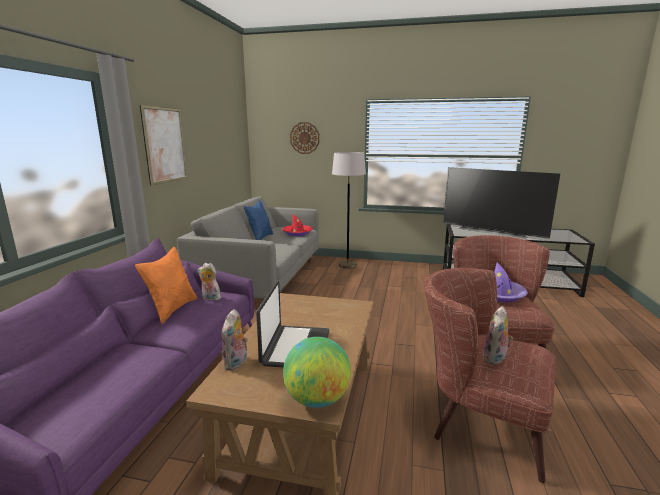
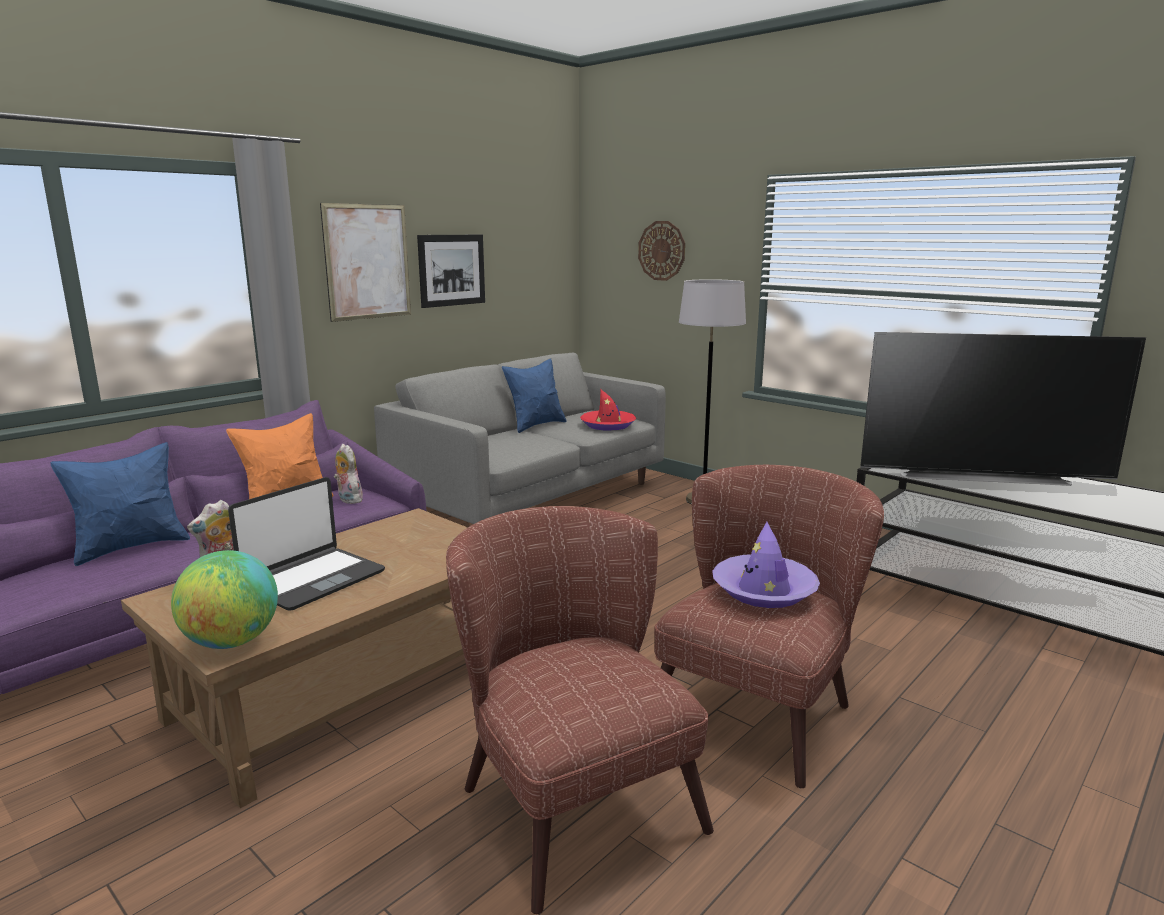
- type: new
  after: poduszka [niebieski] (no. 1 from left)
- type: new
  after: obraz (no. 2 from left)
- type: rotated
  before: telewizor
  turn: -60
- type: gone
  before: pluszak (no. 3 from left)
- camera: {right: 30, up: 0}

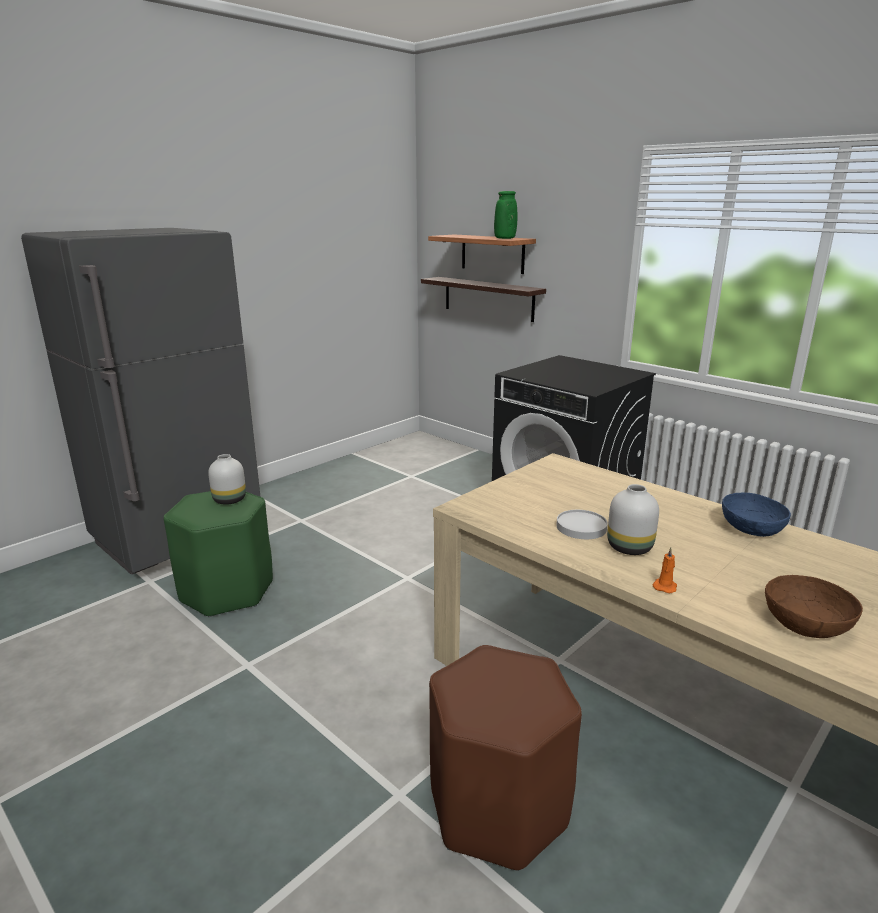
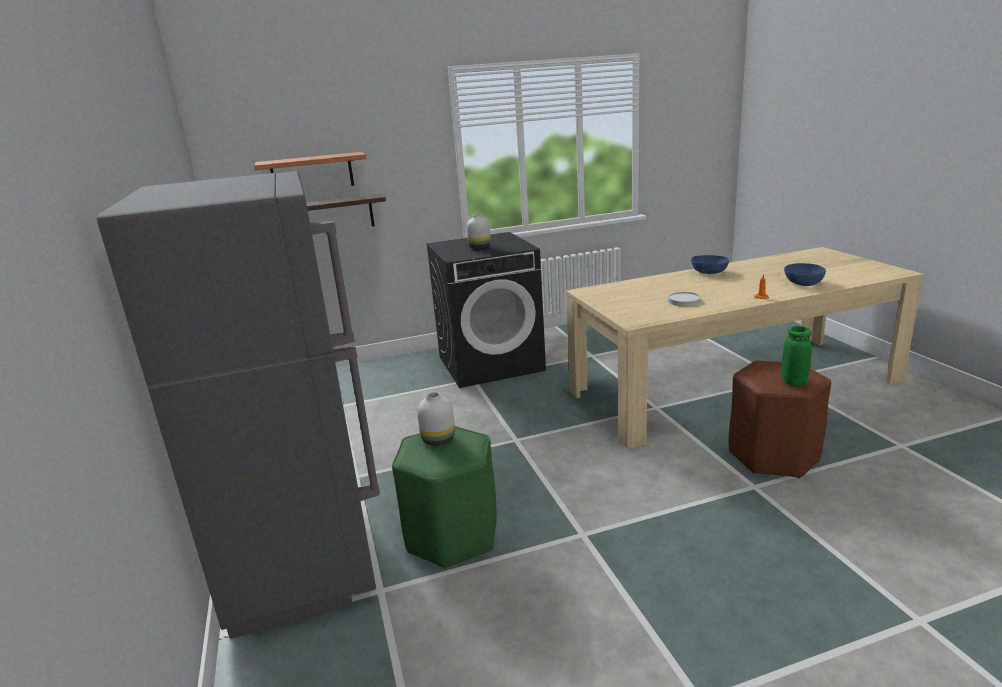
- type: shifted
  before: wazon [biały] (no. 2 from left)
- type: shifted
  before: wazon [zielony]
- type: repainted
  before: miska [brązowy]
  after: miska [niebieski] (no. 2 from left)
- camera: {right: -60, up: 0}

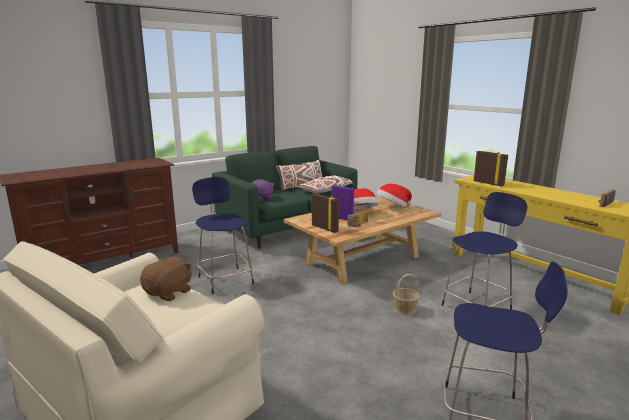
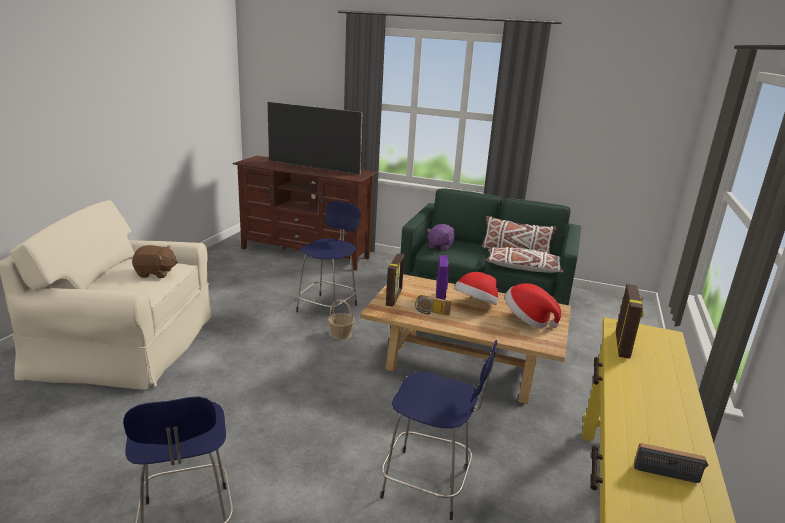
- type: new
  after: telewizor
- type: shifted
  before: koszyk
- camera: {right: 55, up: 5}

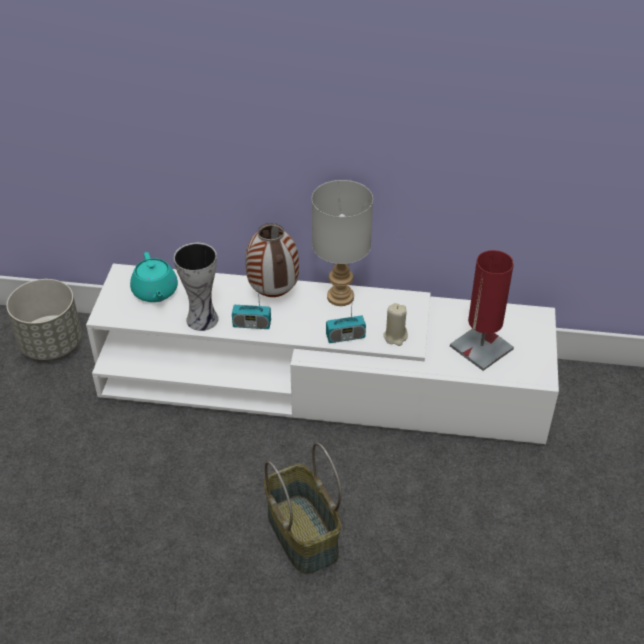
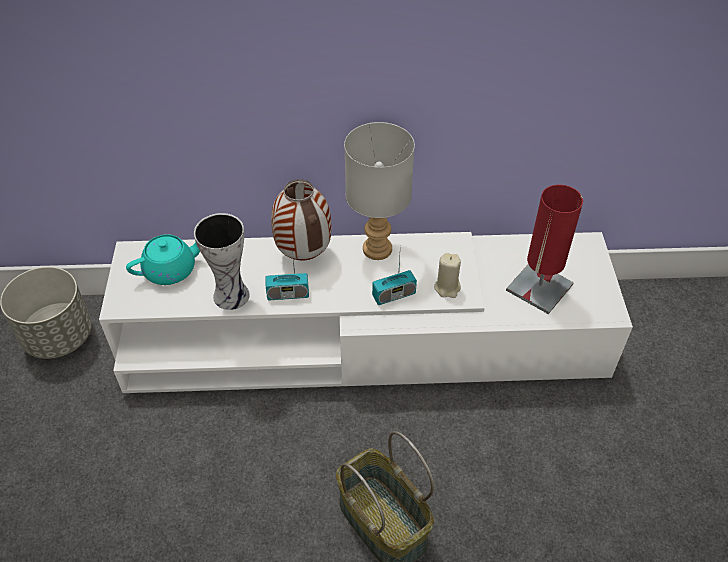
- type: rotated
  before: imbryk [turkusowy]
  turn: -90
- camera: {right: -10, up: 5}

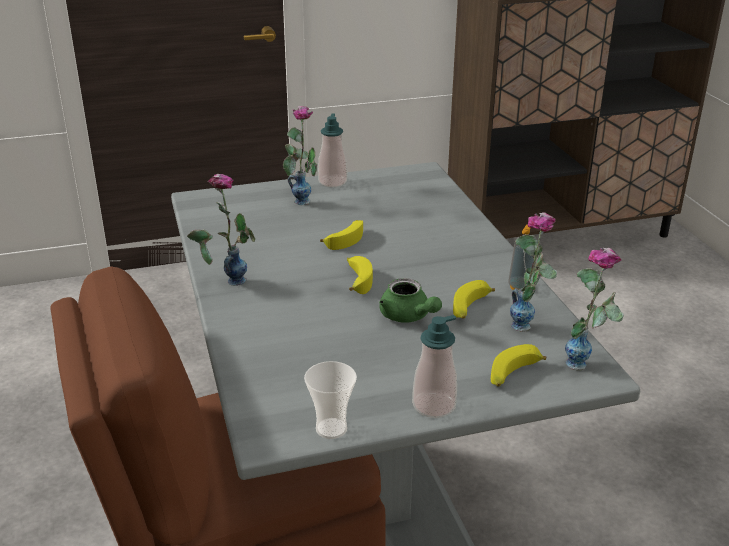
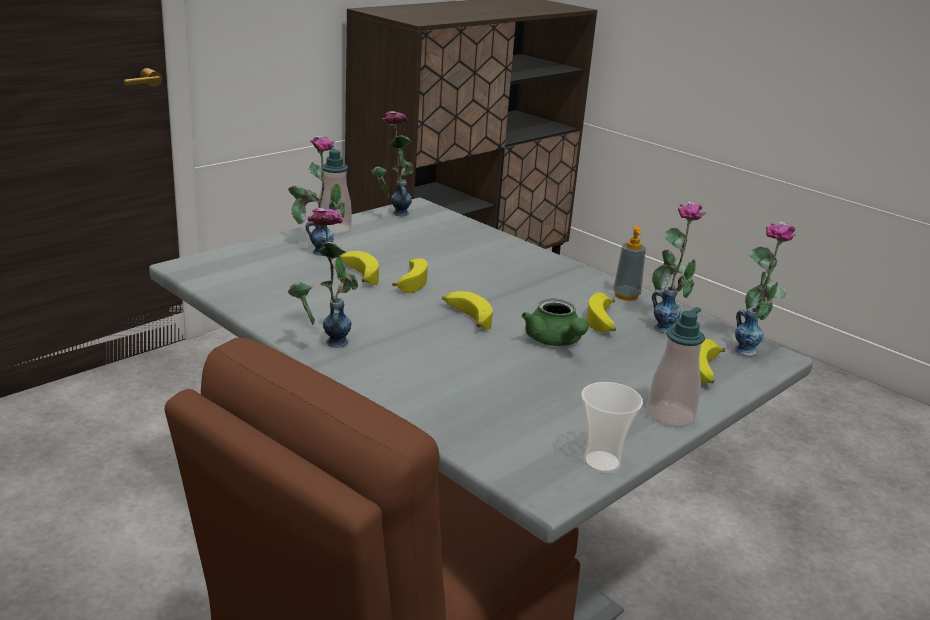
- type: new
  after: banan (no. 1 from left)
- type: new
  after: wazon (no. 3 from left)
- type: rotated
  before: imbryk [zielony]
  turn: 45
- camera: {right: -30, up: -5}

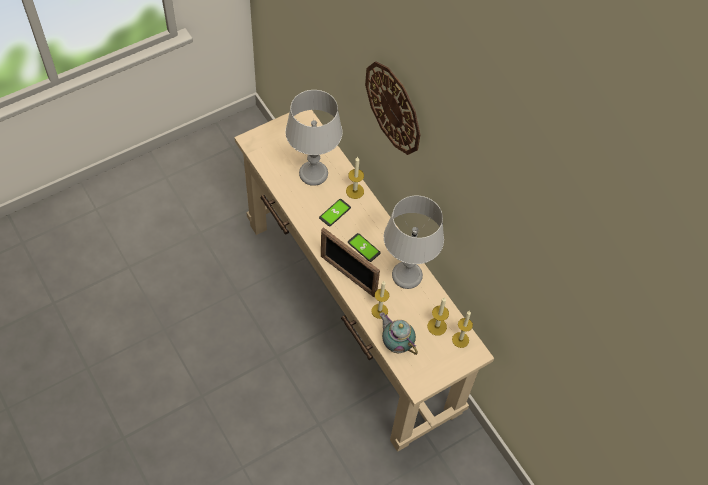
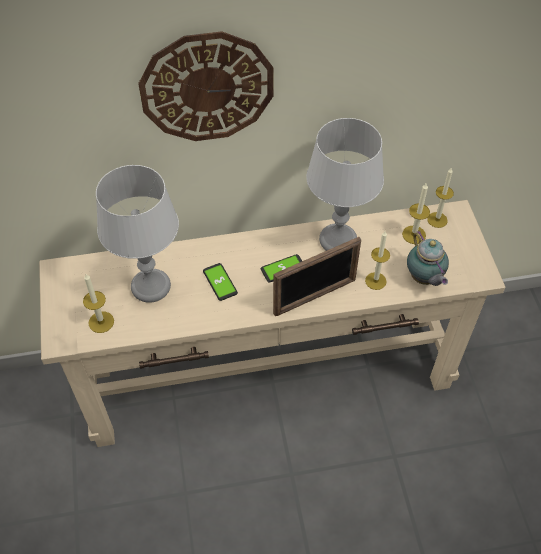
- type: shifted
  before: świeca (no. 1 from left)
- type: rotated
  before: imbryk
  turn: -90
- camera: {right: -65, up: -5}

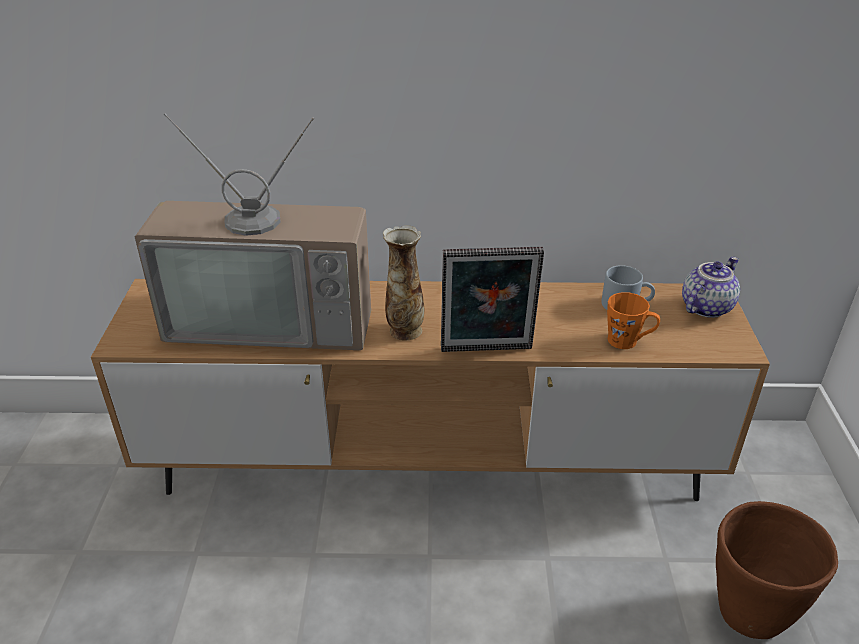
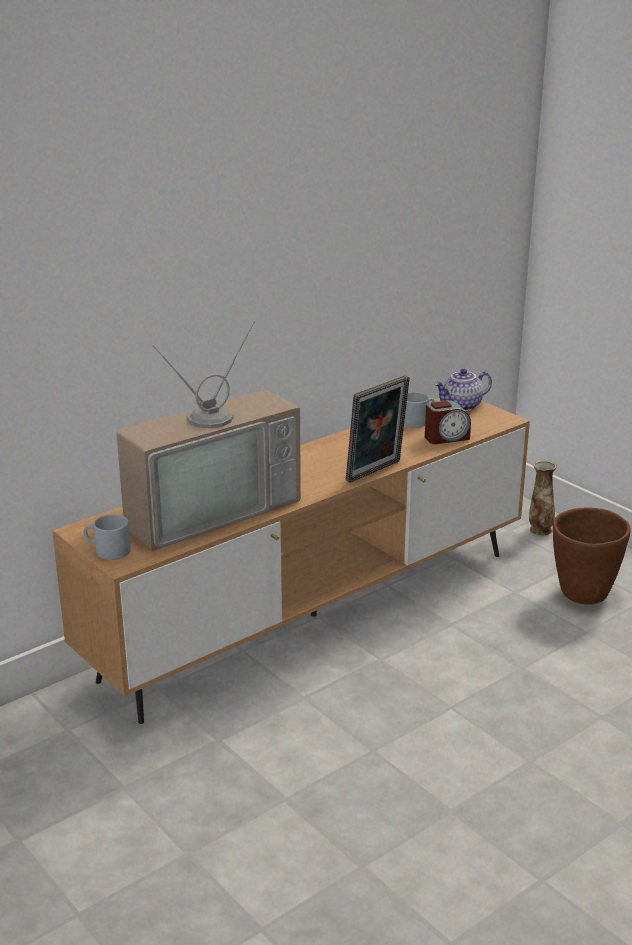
- type: new
  after: kubek [szary] (no. 1 from left)
- type: swapped
  before: kubek [pomarańczowy]
  after: budzik
- type: rotated
  before: imbryk
  turn: -120
- type: shifted
  before: wazon
- camera: {right: -40, up: -10}

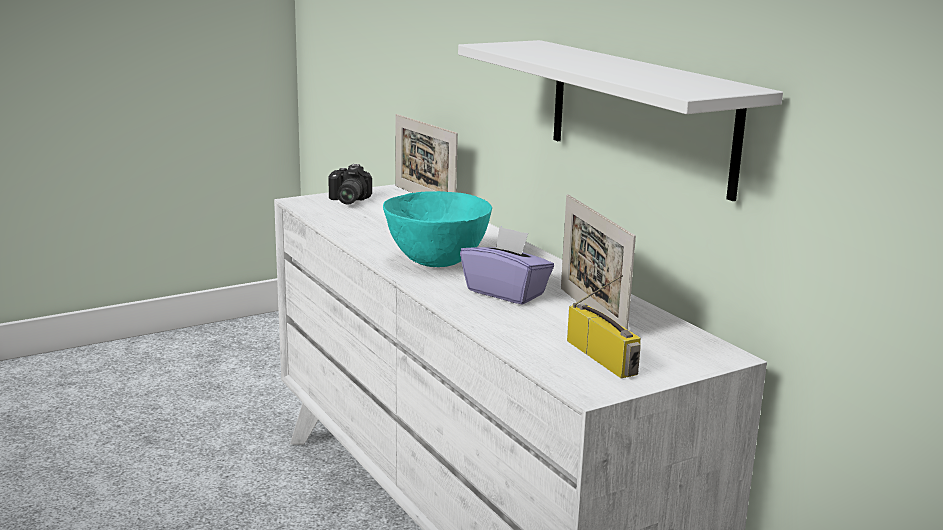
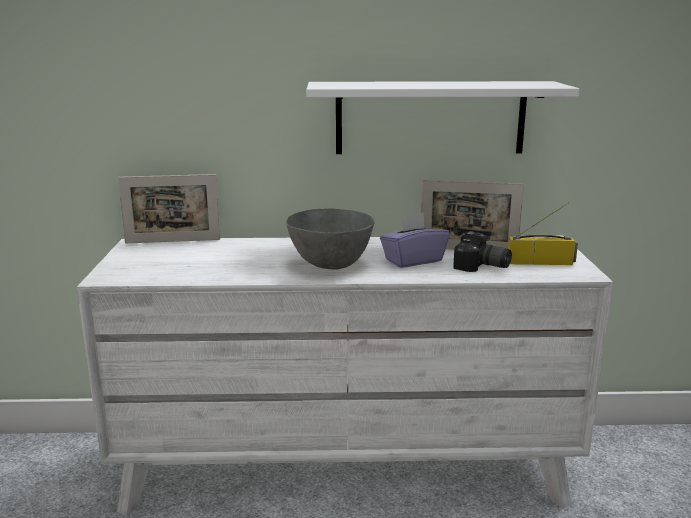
- type: repainted
  before: miska [turkusowy]
  after: miska [szary]
- type: shifted
  before: aparat fotograficzny
- camera: {right: -60, up: 0}

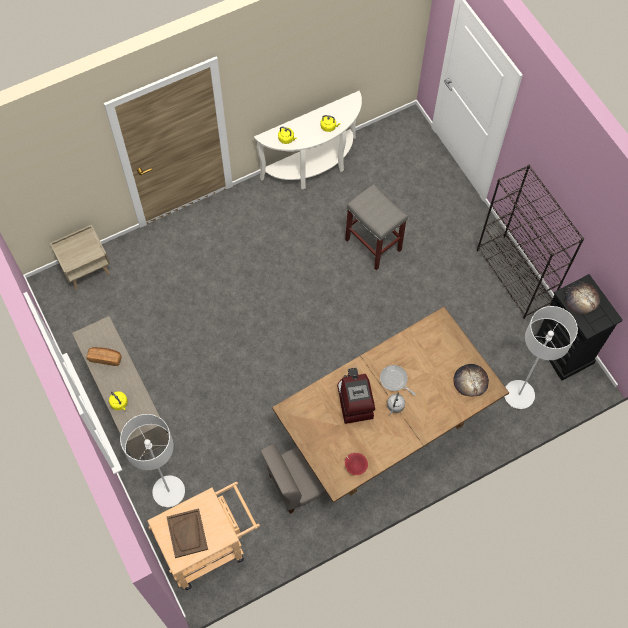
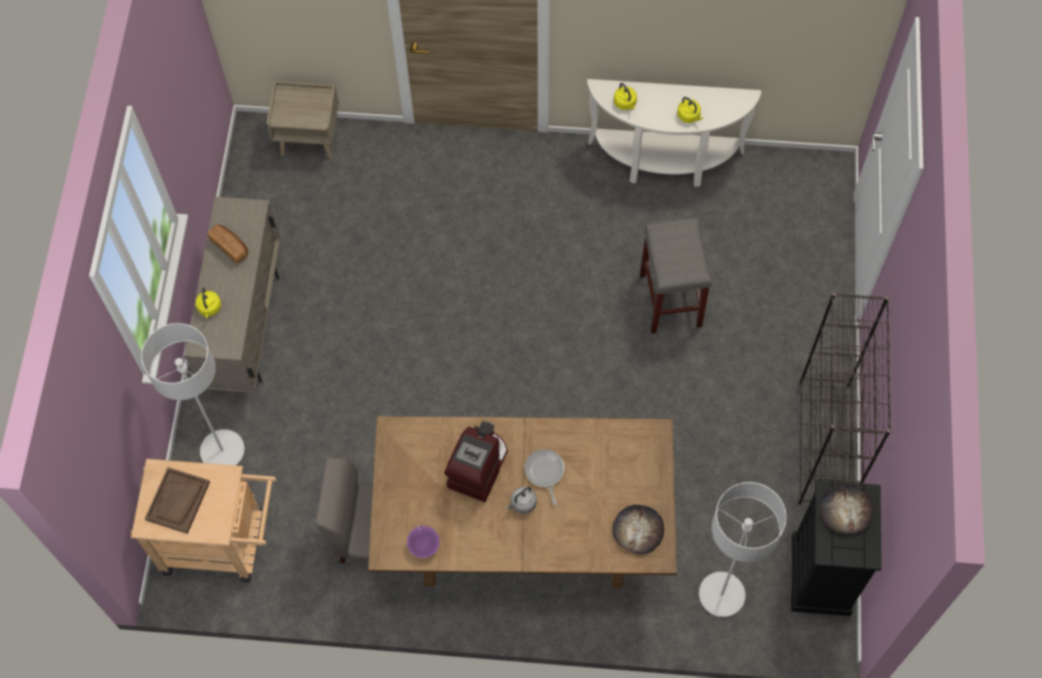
- type: repainted
  before: miska [czerwony]
  after: miska [fioletowy]
- camera: {right: 35, up: 0}

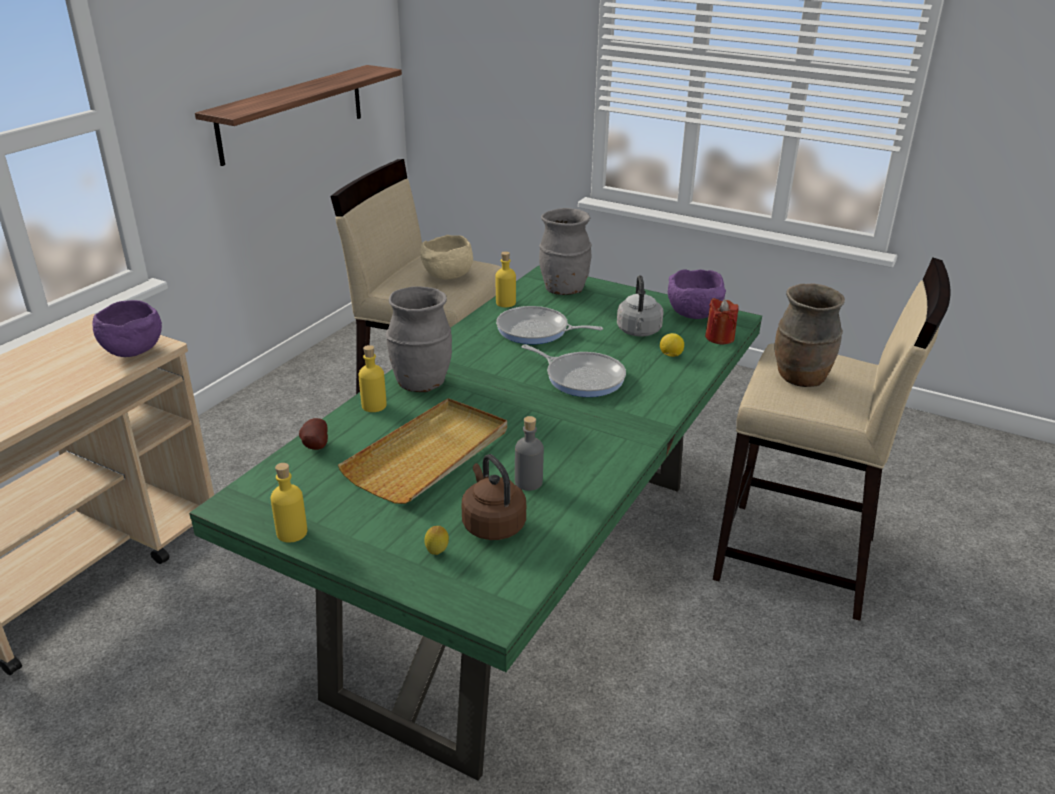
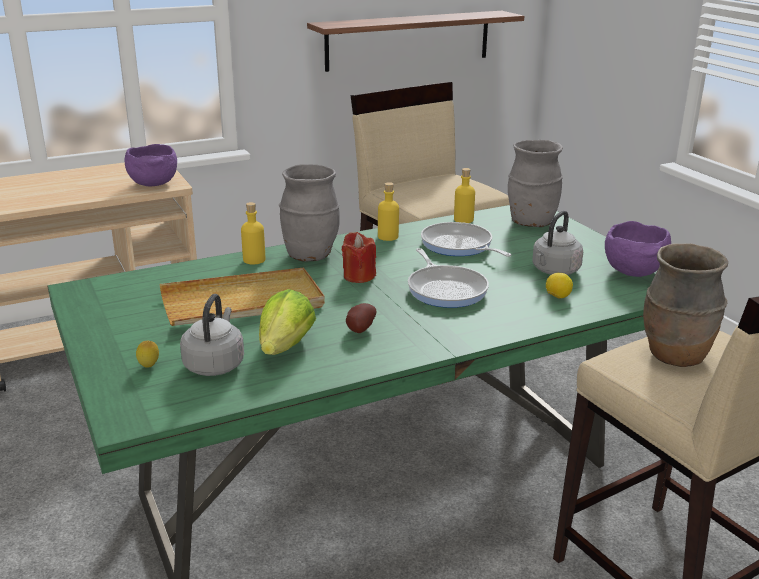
- type: repainted
  before: czajnik [brązowy]
  after: czajnik [szary] (no. 1 from left)
- type: swapped
  before: butelka [szary]
  after: sałata
- type: shifted
  before: świeca [czerwony]
- type: shifted
  before: ziemniak
- type: shifted
  before: butelka [żółty] (no. 1 from left in the first image)
  after: butelka [żółty] (no. 2 from left)
- type: gone
  before: miska [beżowy]
- camera: {right: 35, up: -5}

